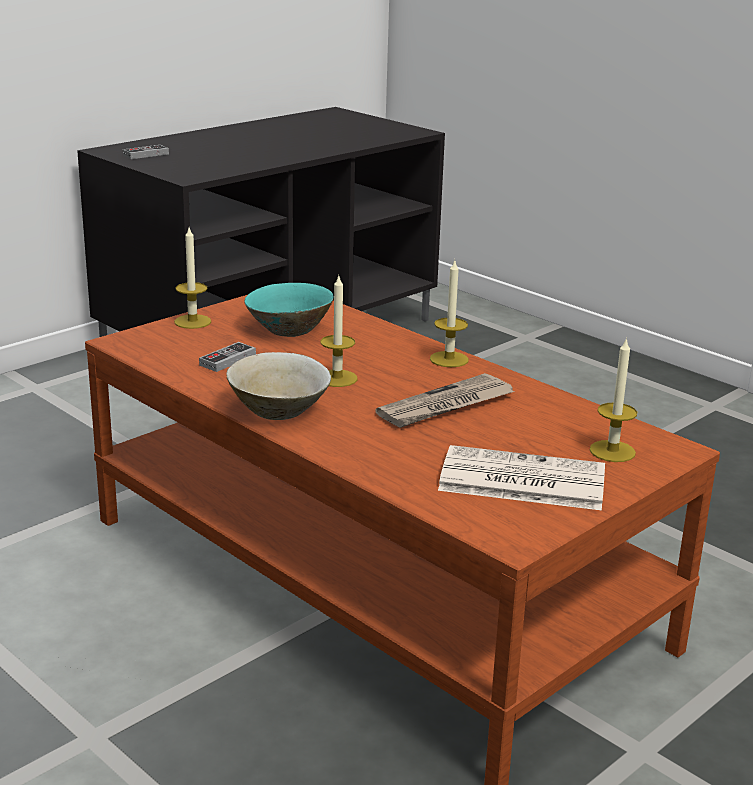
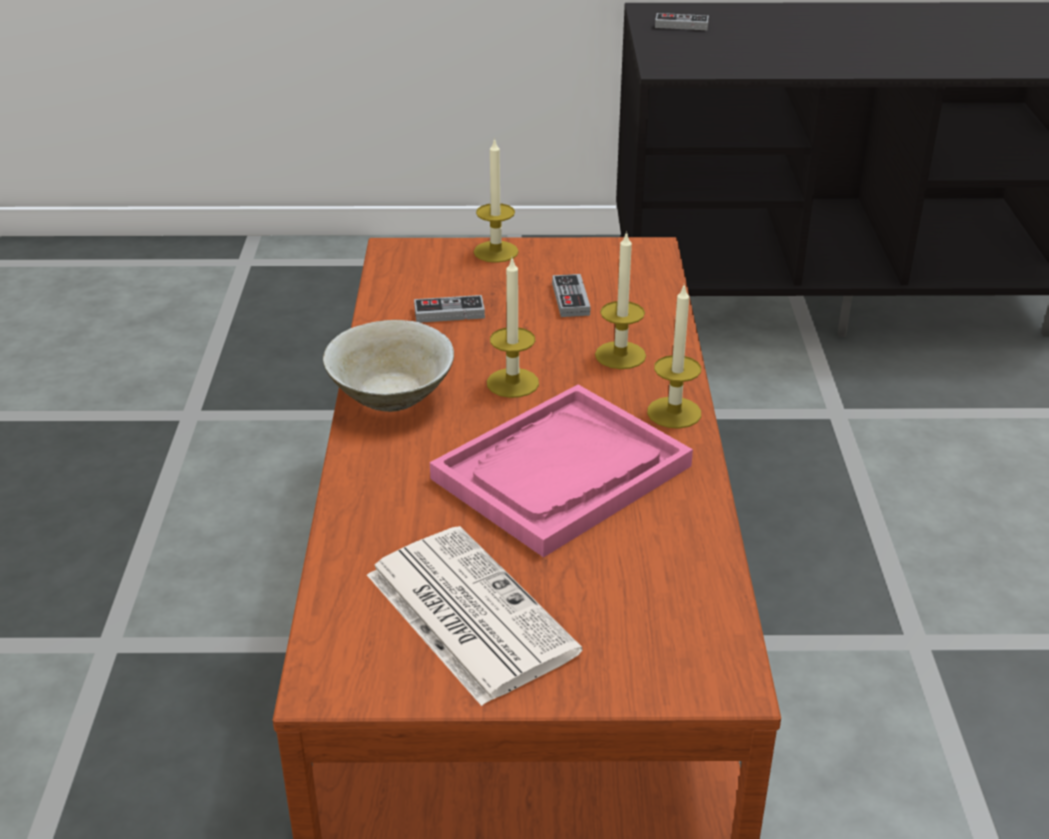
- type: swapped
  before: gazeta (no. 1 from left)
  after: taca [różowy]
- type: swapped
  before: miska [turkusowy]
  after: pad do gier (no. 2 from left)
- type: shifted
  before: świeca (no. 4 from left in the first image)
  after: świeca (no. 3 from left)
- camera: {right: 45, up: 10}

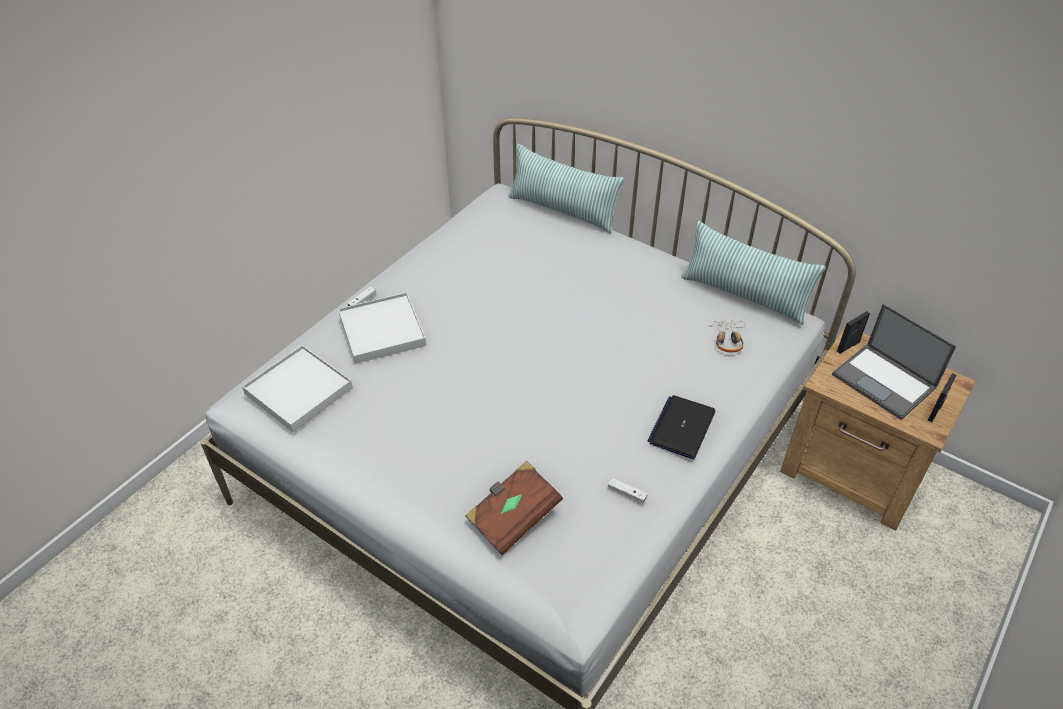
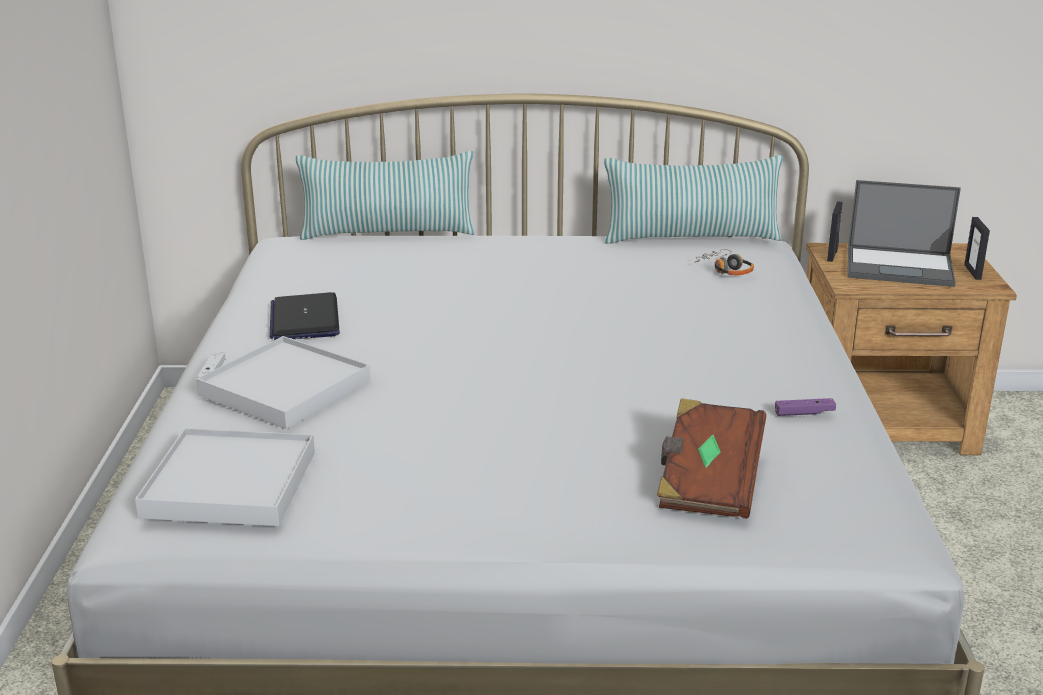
- type: shifted
  before: laptop (no. 1 from left)
- type: repainted
  before: pad do gier [biały] (no. 2 from left)
  after: pad do gier [fioletowy]
- camera: {right: -35, up: -20}

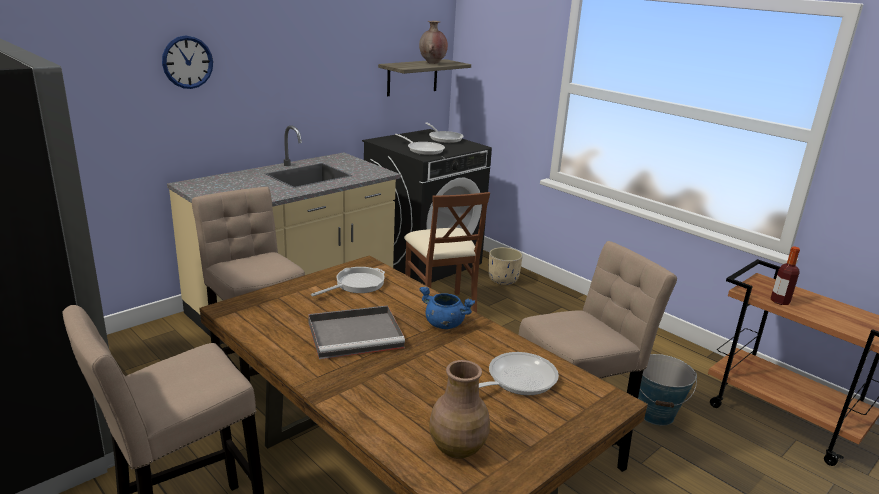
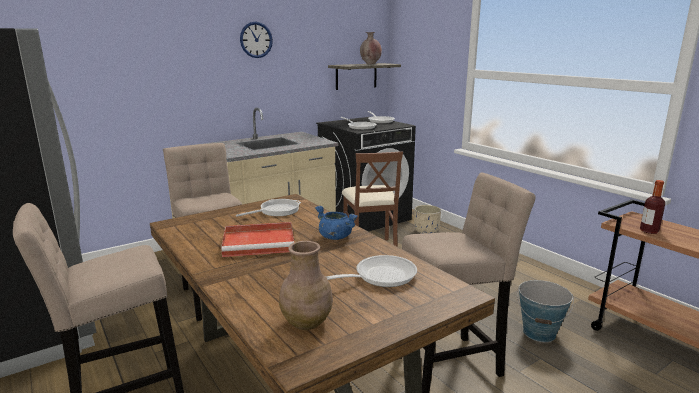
- type: repainted
  before: taca [szary]
  after: taca [czerwony]
- type: shifted
  before: zegar ścienny
- camera: {right: 10, up: -5}

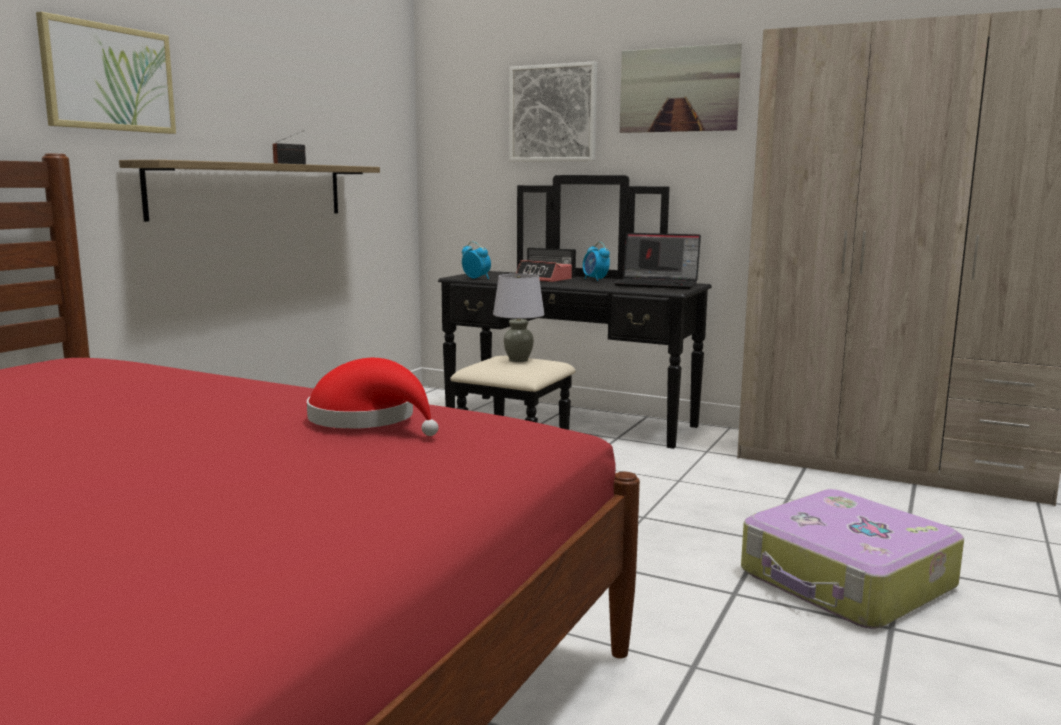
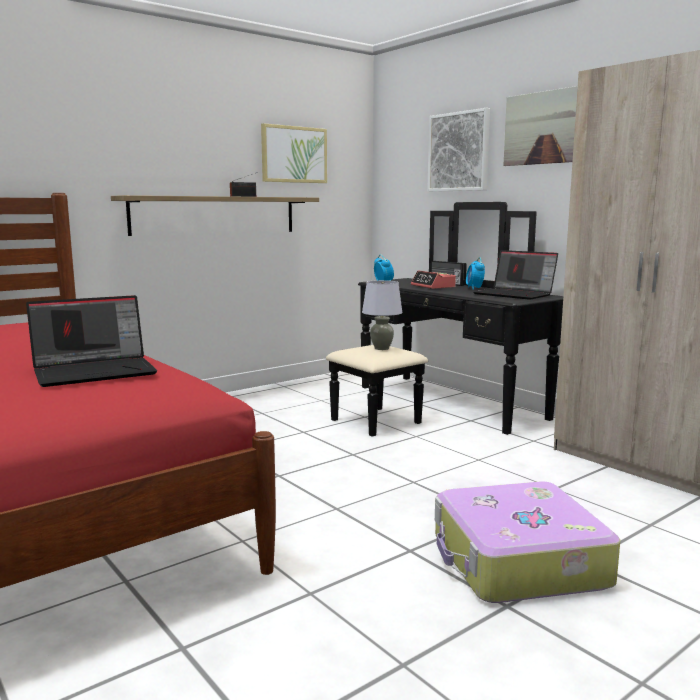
- type: swapped
  before: kapelusz [czerwony]
  after: laptop (no. 1 from left)
- type: shifted
  before: obraz (no. 1 from left)
- camera: {right: 25, up: 0}

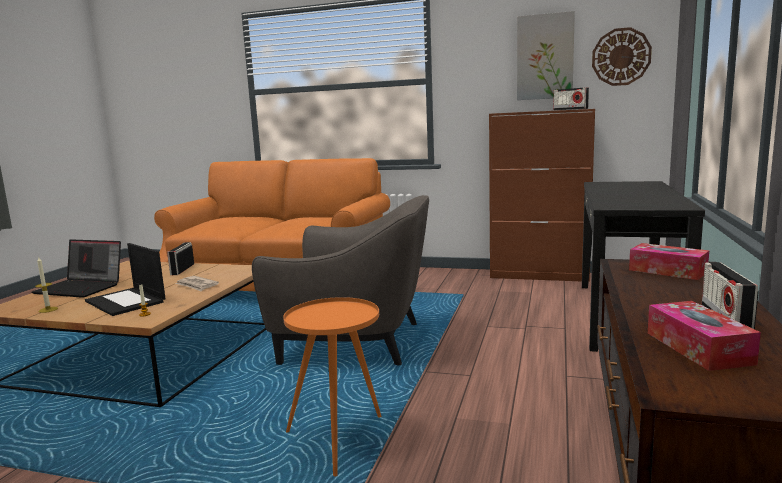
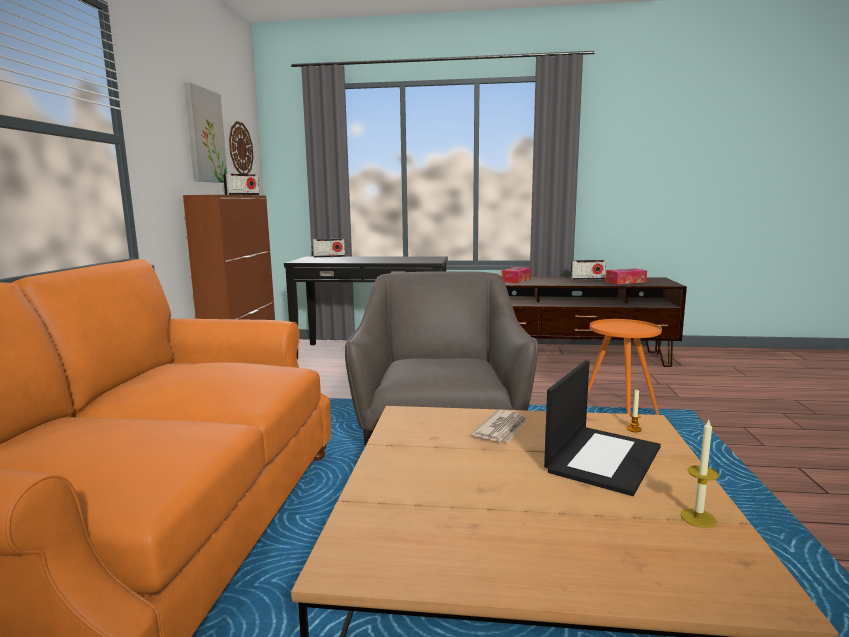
- type: shifted
  before: radio (no. 1 from left in the first image)
  after: radio (no. 2 from left)
- type: gone
  before: laptop (no. 1 from left)
- camera: {right: -100, up: 0}

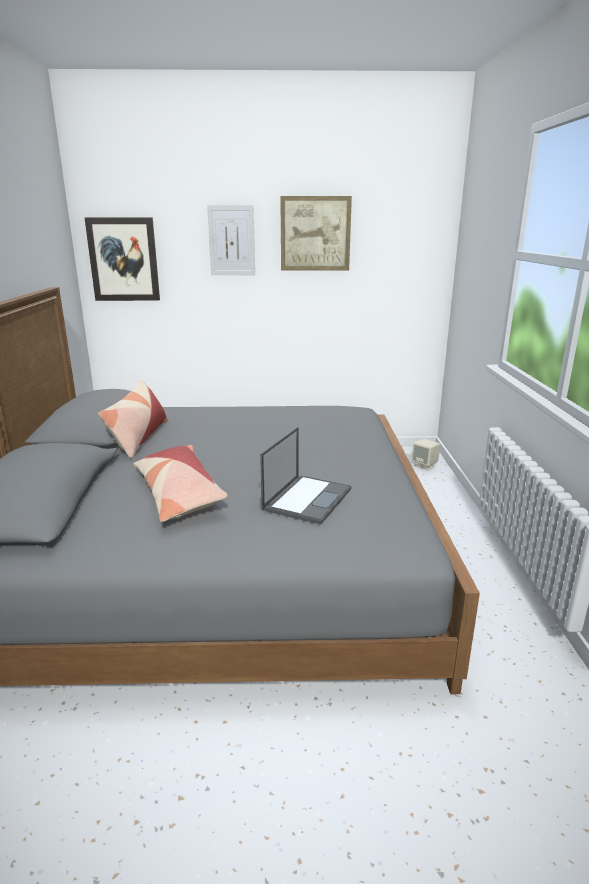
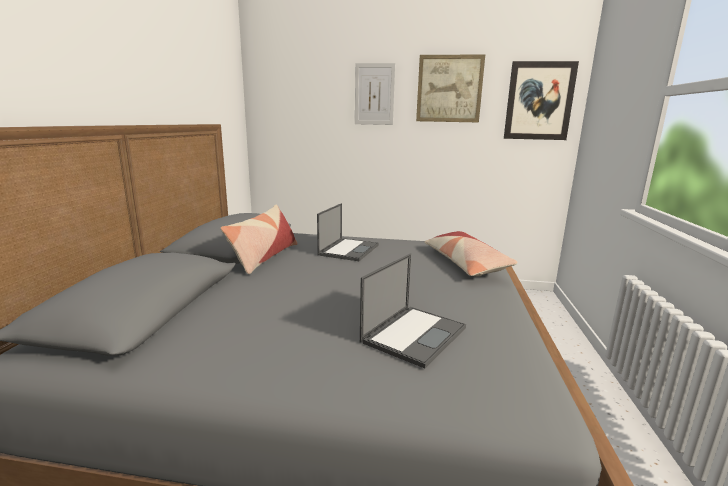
- type: new
  after: laptop (no. 1 from left)
- type: shifted
  before: poduszka (no. 2 from left)
- type: shifted
  before: obraz (no. 1 from left in the first image)
  after: obraz (no. 3 from left)
- type: gone
  before: głośnik [beżowy]
- camera: {right: 10, up: -5}

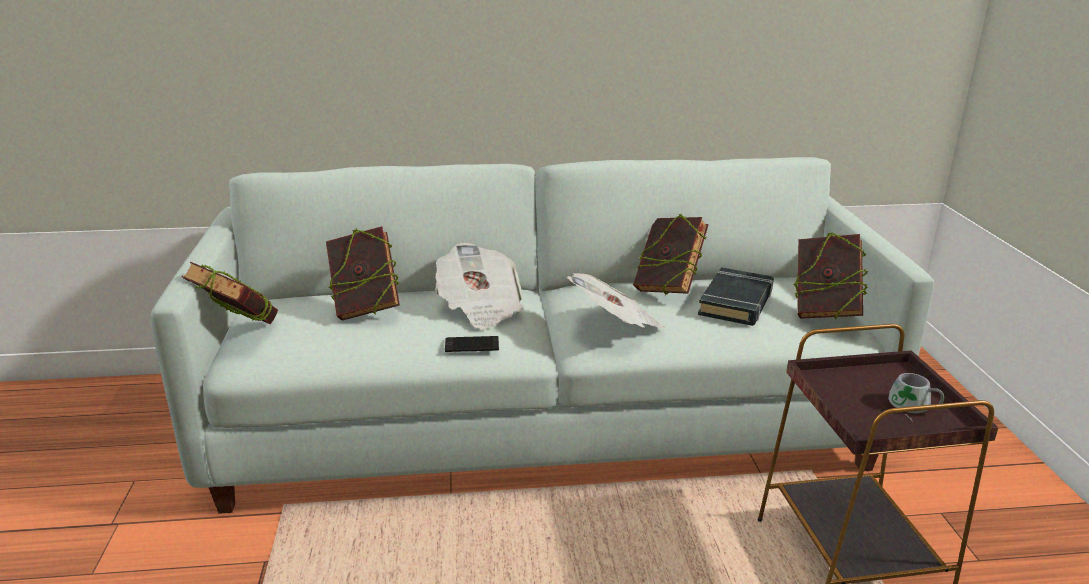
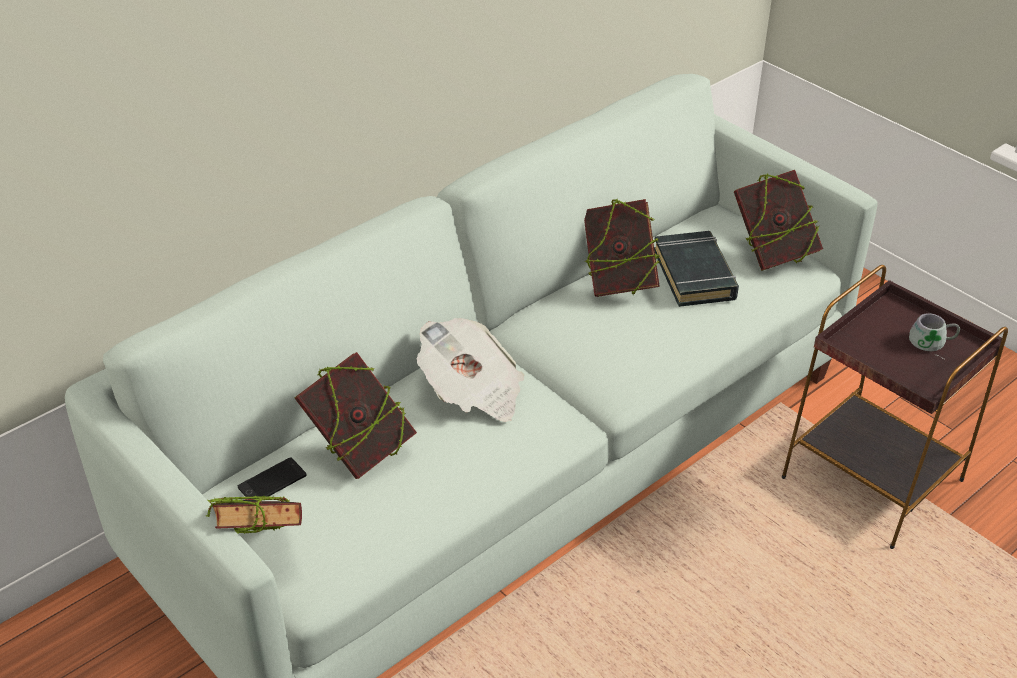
- type: shifted
  before: telefon
- type: gone
  before: gazeta (no. 2 from left)
- camera: {right: -35, up: 15}

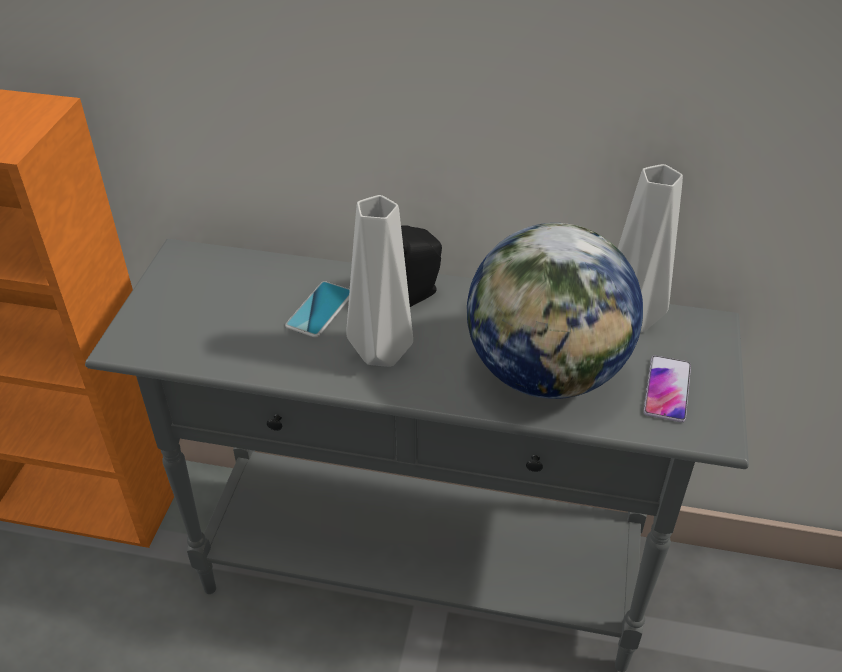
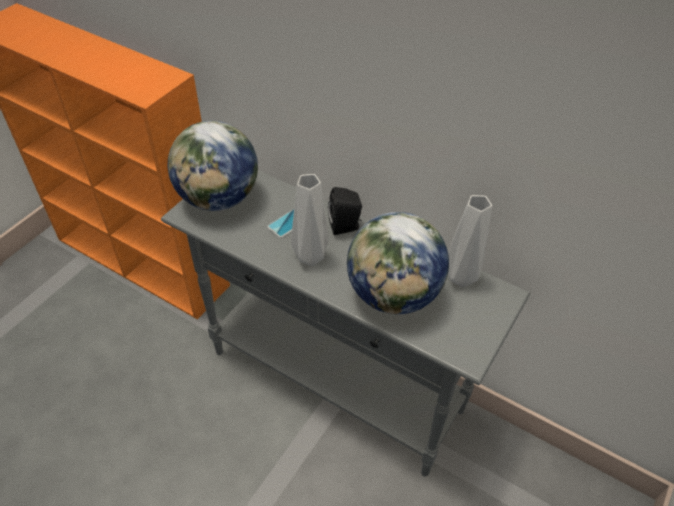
- type: new
  after: globus (no. 1 from left)
- type: gone
  before: telefon (no. 2 from left)
- camera: {right: 20, up: 5}

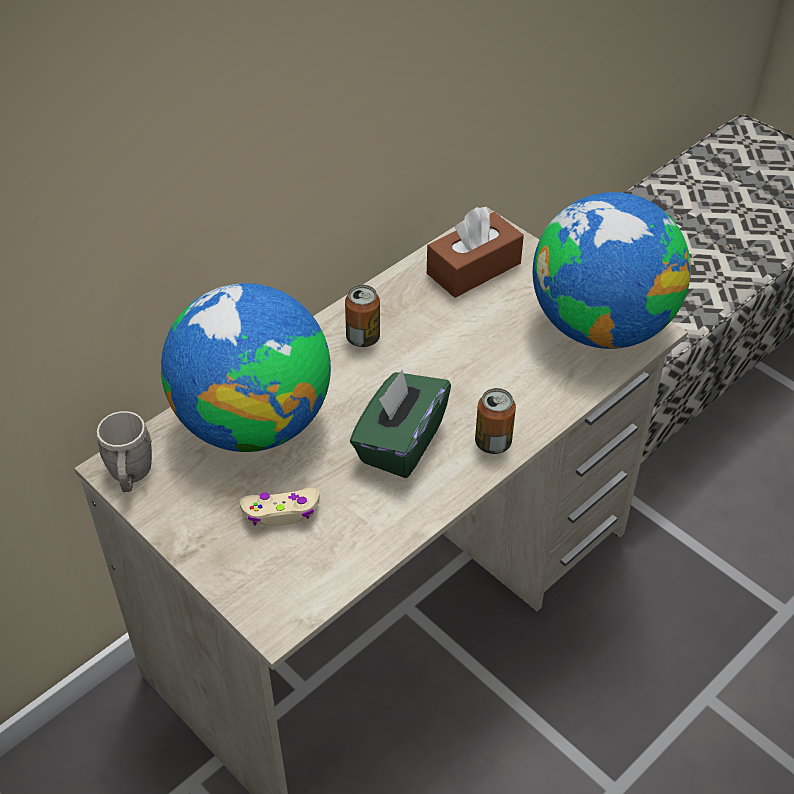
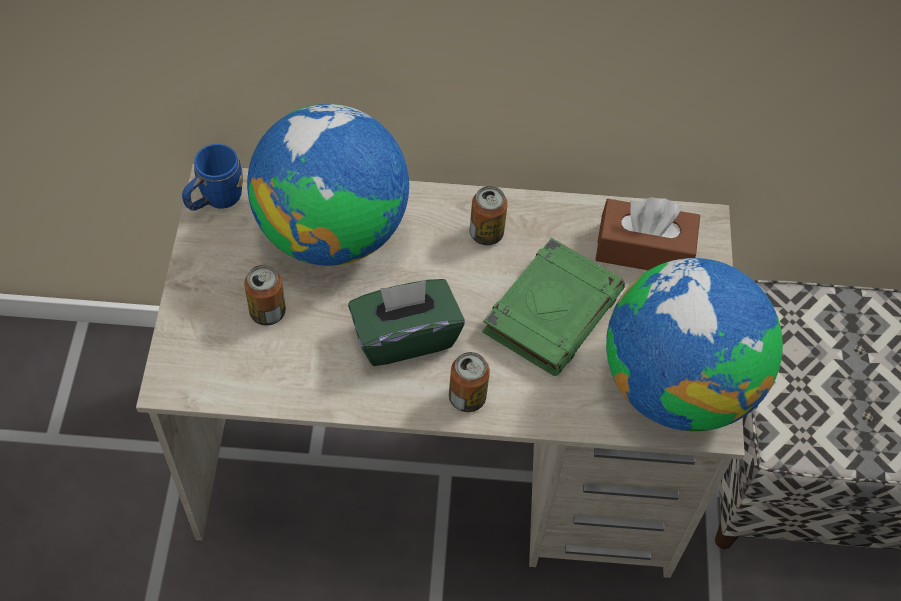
- type: repainted
  before: kubek [szary]
  after: kubek [niebieski]
- type: swapped
  before: pad do gier [beżowy]
  after: puszka (no. 1 from left)
- type: new
  after: książka [zielony]
- camera: {right: 45, up: 10}

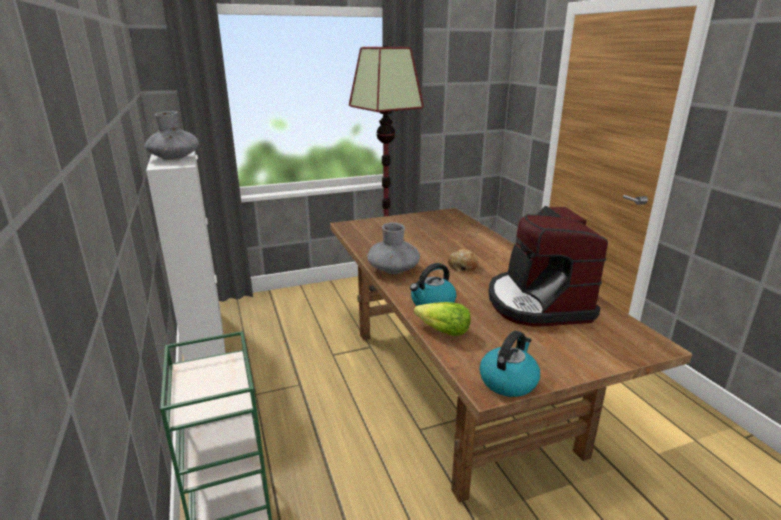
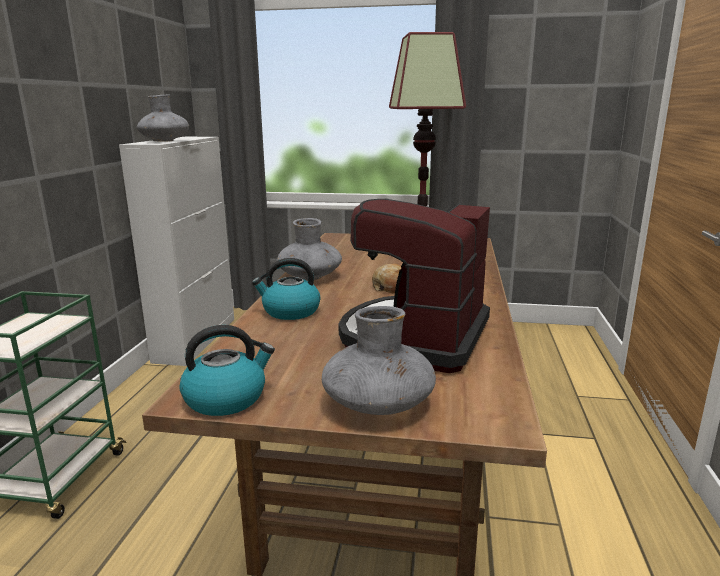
- type: new
  after: wazon [szary] (no. 3 from left)
- type: gone
  before: sałata
- camera: {right: 30, up: -5}

